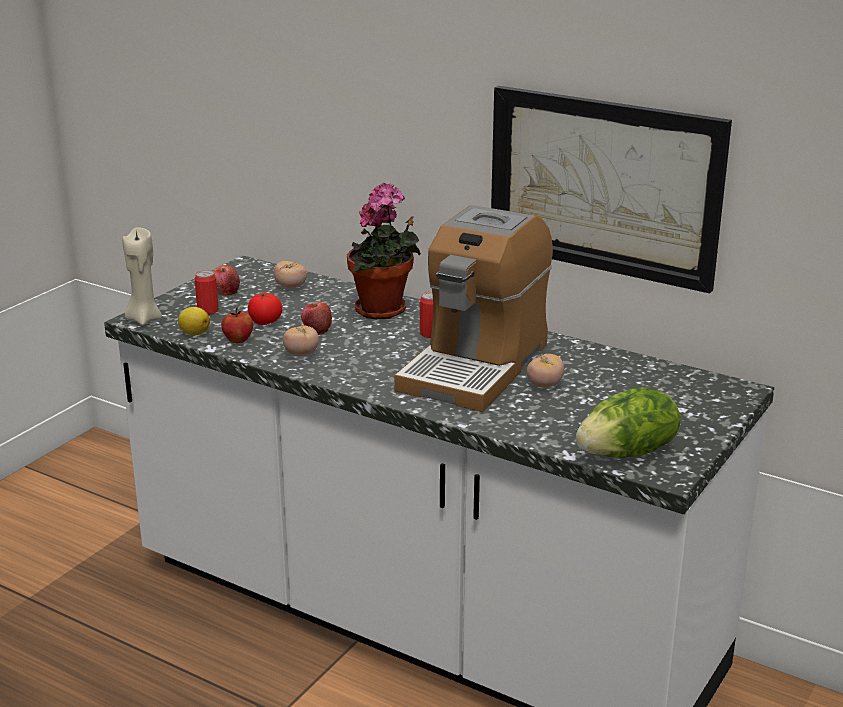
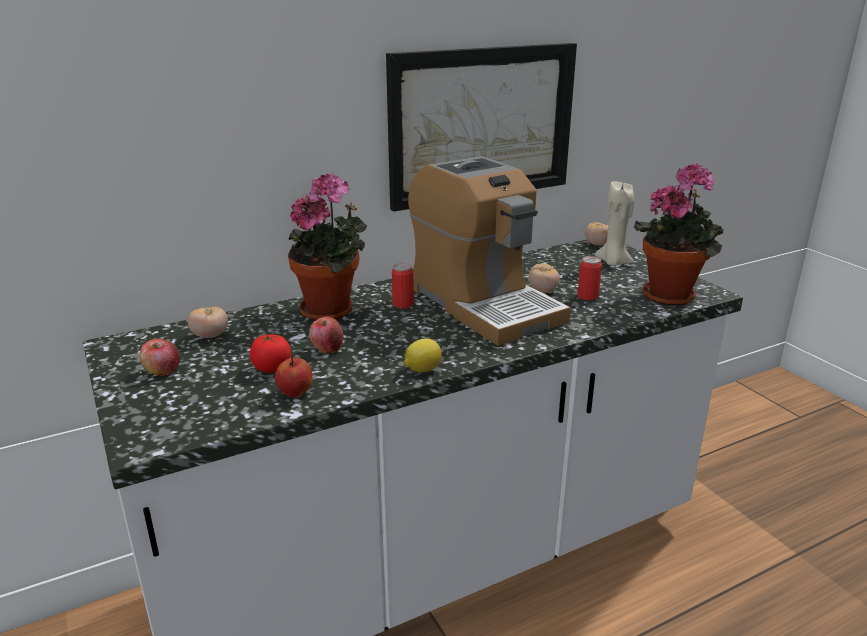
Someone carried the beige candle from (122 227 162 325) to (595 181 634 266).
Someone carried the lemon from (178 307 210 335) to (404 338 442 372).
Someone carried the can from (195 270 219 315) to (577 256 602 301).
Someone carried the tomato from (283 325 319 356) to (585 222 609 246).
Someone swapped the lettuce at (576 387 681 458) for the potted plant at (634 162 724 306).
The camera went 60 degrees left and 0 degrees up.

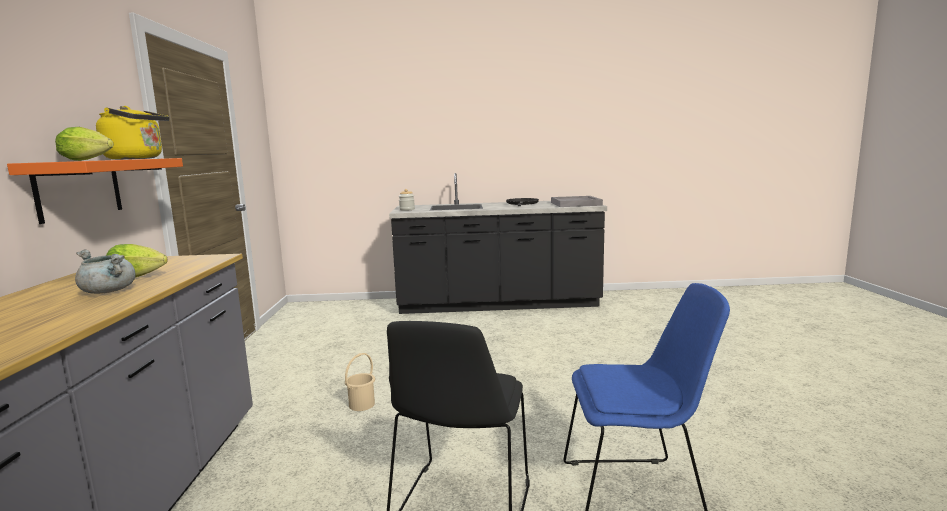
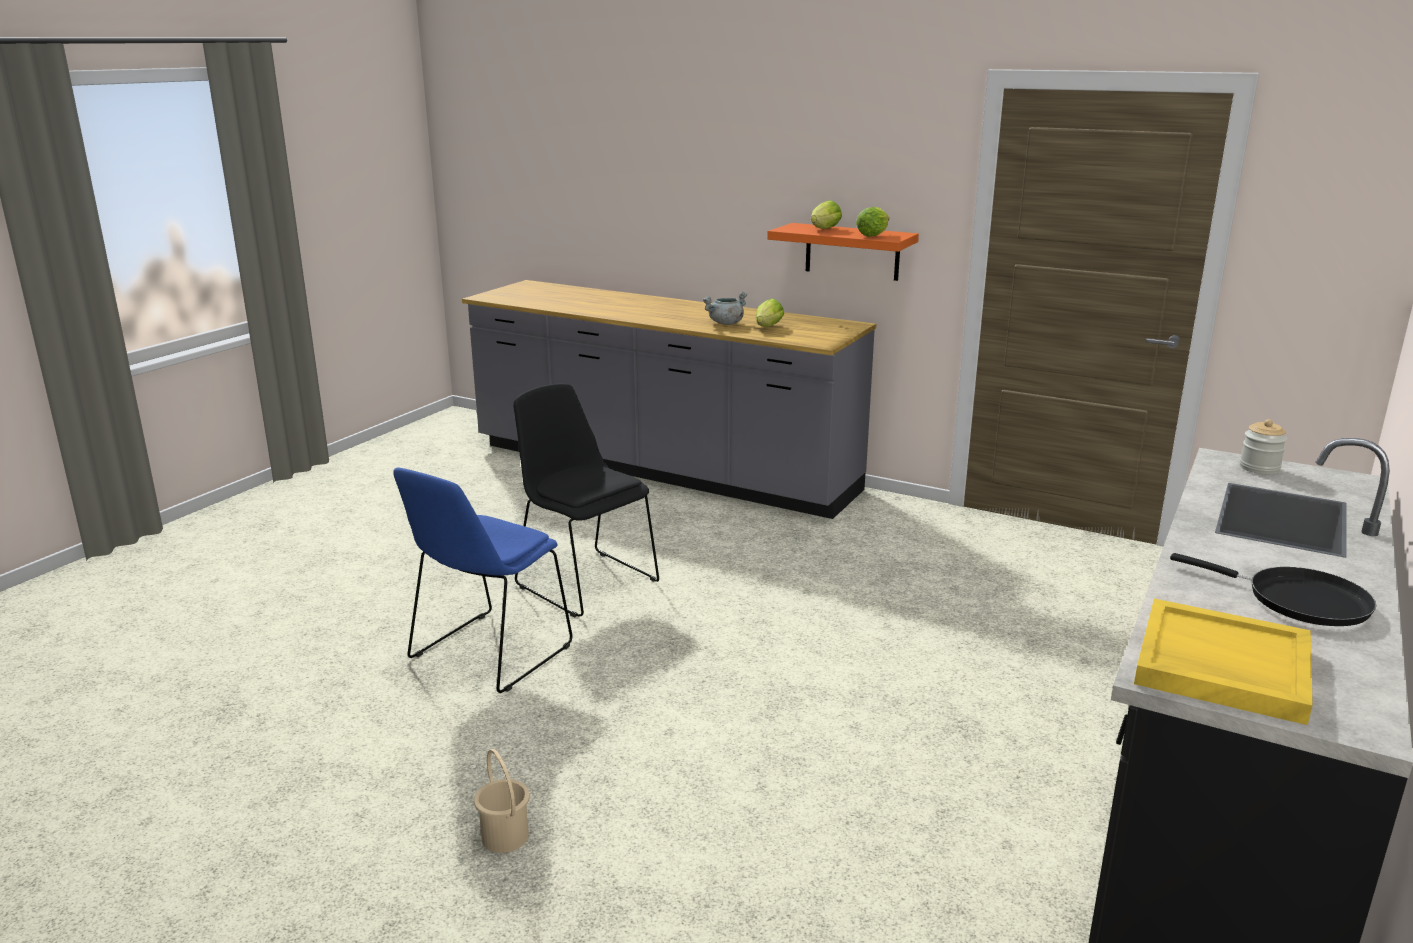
Someone carried the beige bucket from (345 353 375 411) to (474 749 530 853).
Someone swapped the yellow kettle at (96 106 169 159) for the lettuce at (856 207 889 237).
Someone repainted the grey tray at (551 196 603 207), which became the yellow tray at (1134 599 1313 725).
The camera went 120 degrees right and 10 degrees up.

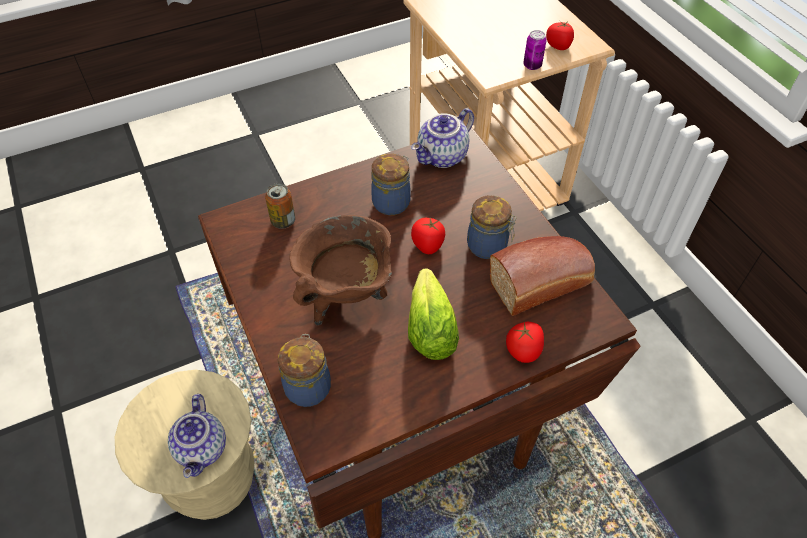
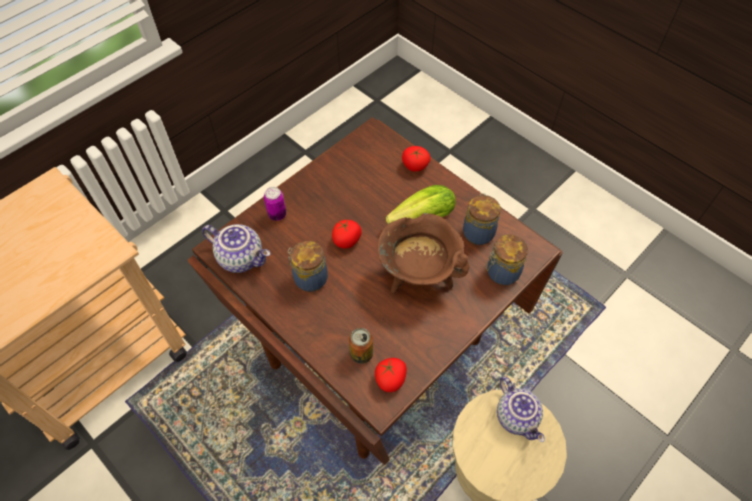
Someone took away the bread at (490 236 595 316).
Someone carried the jar from (467 195 516 259) to (463 193 501 245).
Someone carried the can from (523 30 547 70) to (264 187 286 221).
Someone carried the tomato from (546 21 574 50) to (375 358 407 392).
Someone rotated the teapot at (168 394 226 478) by 90 degrees clockwise.
The camera went 110 degrees left and 5 degrees up.

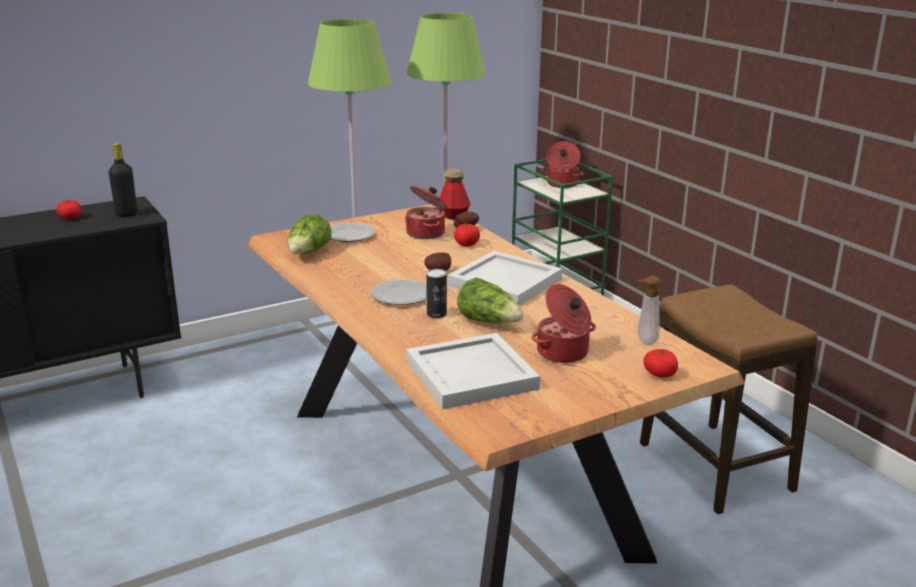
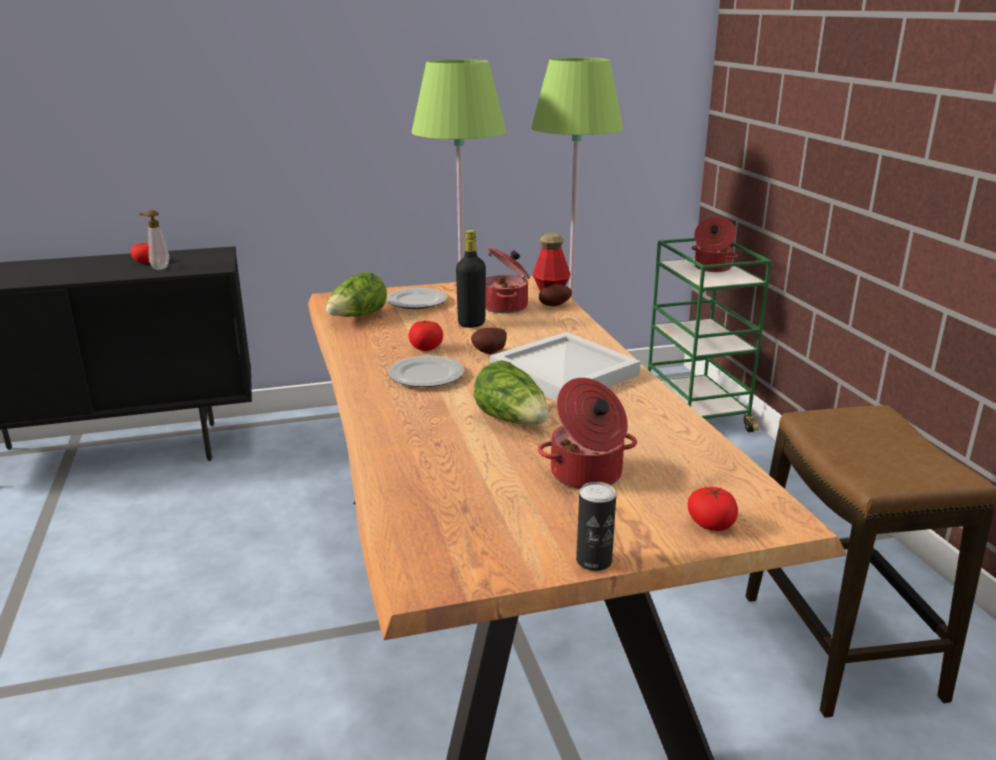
Someone took away the white tray at (406 333 540 409).
Someone carried the black bottle from (109 143 137 217) to (456 230 486 328).
Someone carried the can from (426 269 447 318) to (576 482 616 571).
Someone carried the tomato from (454 224 480 247) to (409 320 443 351).
Someone carried the soap dispenser from (637 276 661 345) to (139 210 169 270).
The camera went 15 degrees right and 0 degrees up.

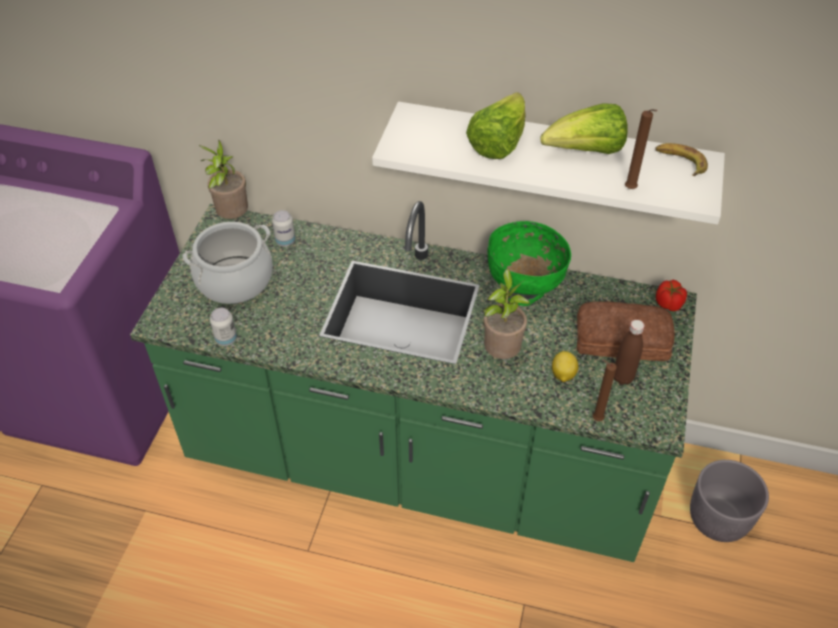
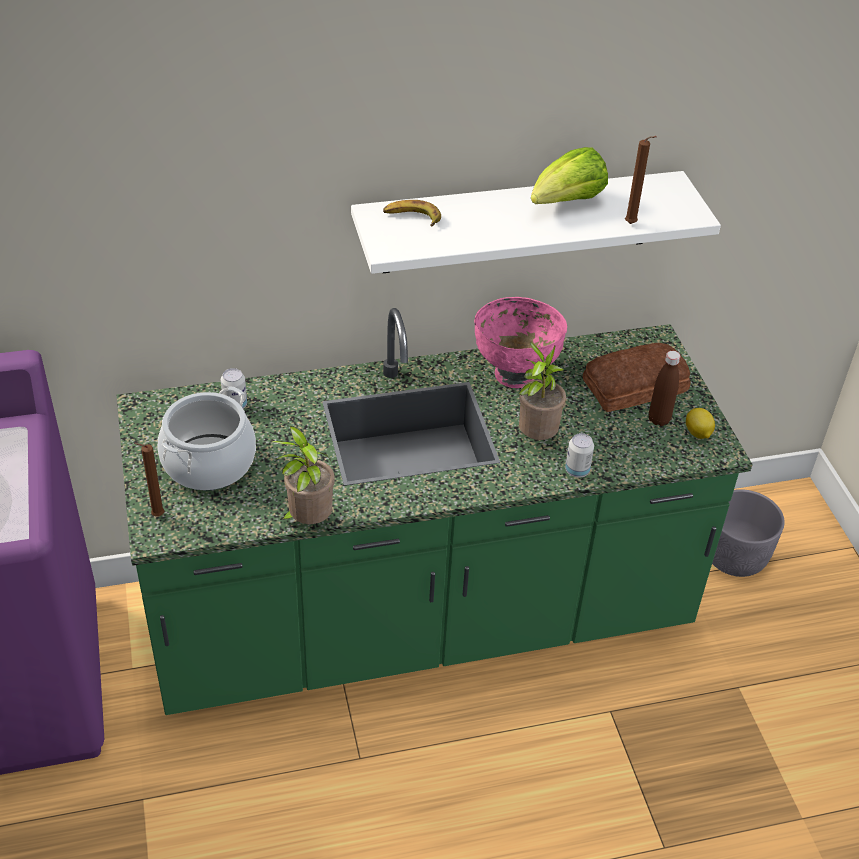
Someone took away the lettuce at (466 92 526 159).
Someone took away the tomato at (656 280 687 311).
Someone carried the potted plant from (199 140 248 219) to (272 426 335 524).
Someone carried the can from (210 308 237 346) to (565 433 594 478).
Someone carried the lemon from (552 351 578 382) to (686 408 715 439).
Someone carried the brown candle from (593 359 617 421) to (134 443 164 517).
Someone carried the banana from (655 143 708 176) to (383 200 441 226).
Someone repainted the green bowl at (487 221 571 306), which became the pink bowl at (474 297 567 388).
The camera went 30 degrees left and 5 degrees down.

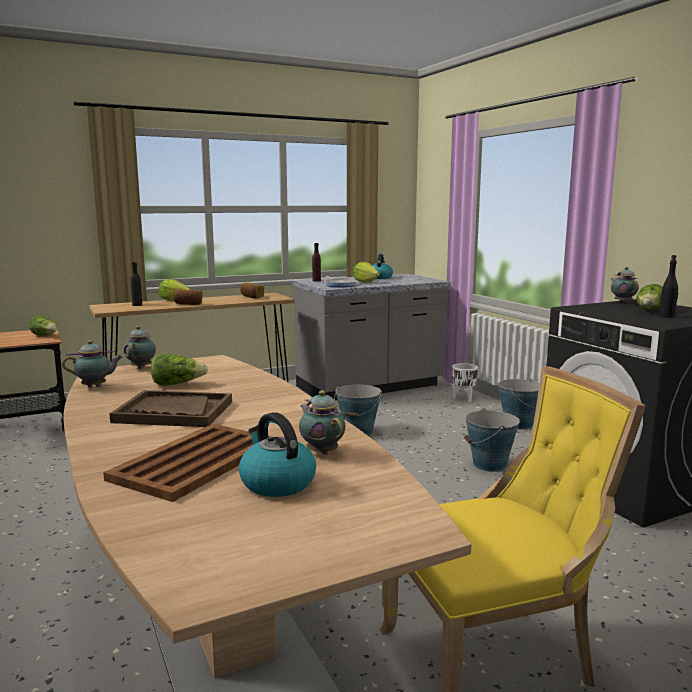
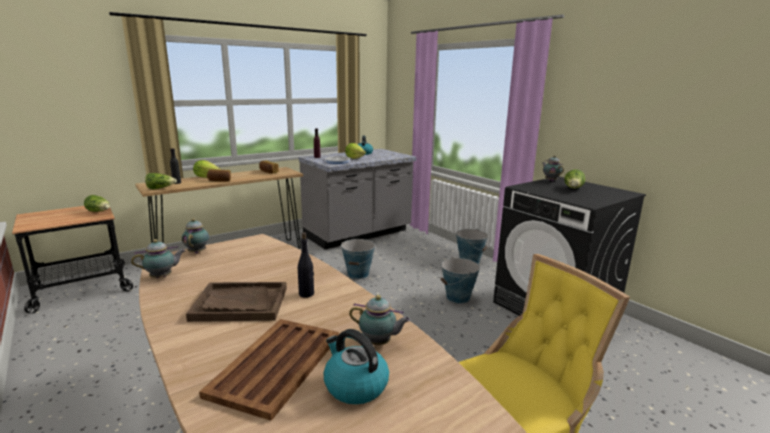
Someone took away the white planter at (452 363 478 402).
Someone carried the lettuce from (151 354 208 386) to (145 173 177 189).
Someone carried the black bottle from (659 255 678 318) to (298 232 314 297).
Someone rotated the teapot at (299 390 346 455) by 150 degrees clockwise.
The camera went 10 degrees left and 5 degrees up.

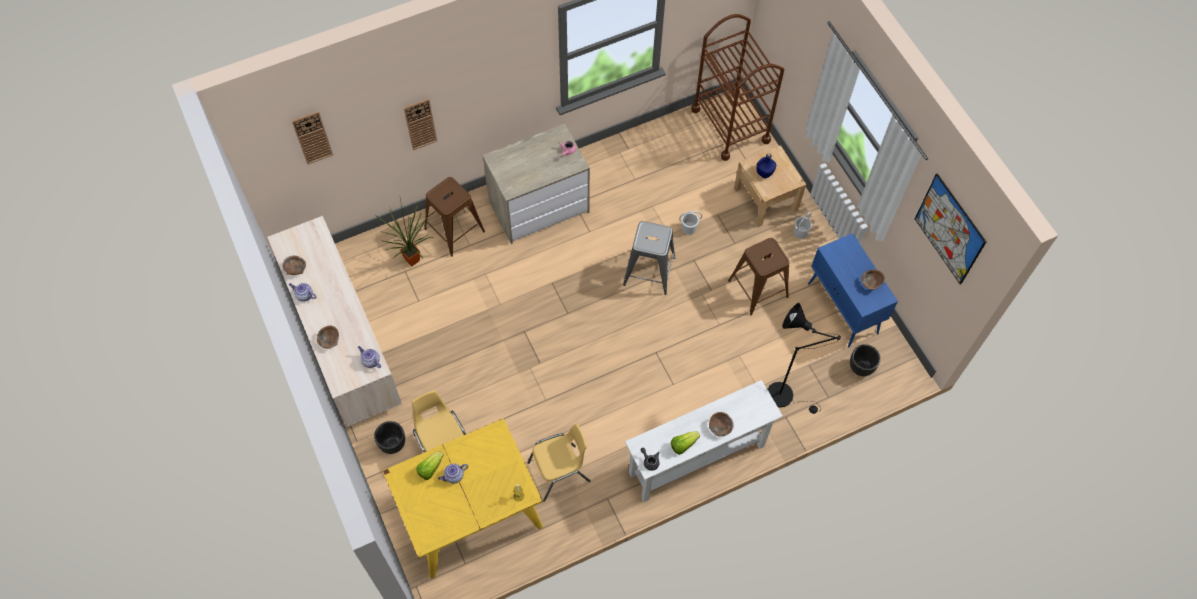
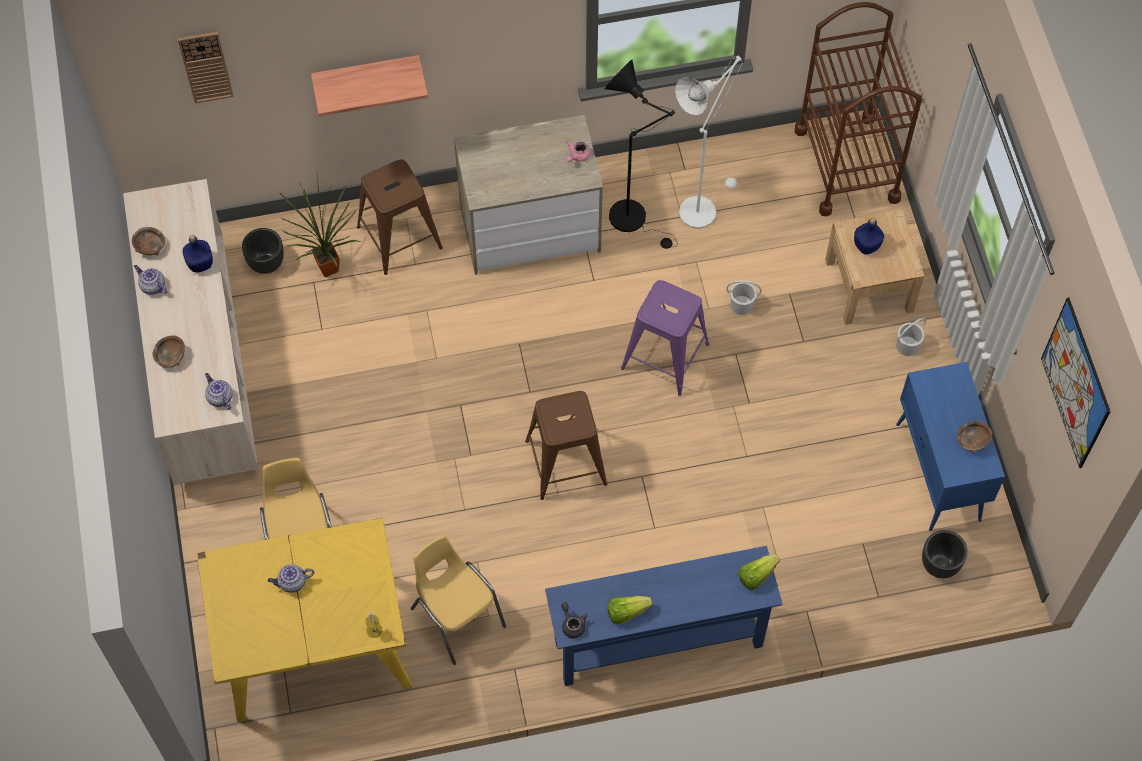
Someone took away the brown bowl at (709 412 734 437).
Someone put down the blue bottle at (182 235 213 272).
Someone put down the white floor lamp at (675 56 743 229).
Someone carried the black planter from (374 421 405 454) to (242 228 284 274).
Someone carried the lettuce from (416 451 444 480) to (739 554 780 590).
Someone carried the brown stool from (728 238 790 315) to (525 391 607 500).
Someone carried the black floor lamp from (767 303 841 414) to (605 60 678 249).
Someone swapped the wall clock at (403 98 437 150) for the shelf at (311 55 428 116).
Someone repainted the grey stool at (623 221 675 295), which became the purple stool at (621 280 709 396).
Someone repainted the white console table at (625 380 783 502), which became the blue console table at (545 546 782 686).
Someone rotated the yellow chair at (527 424 591 502) by 120 degrees counterclockwise.
The camera went 15 degrees right and 0 degrees up.

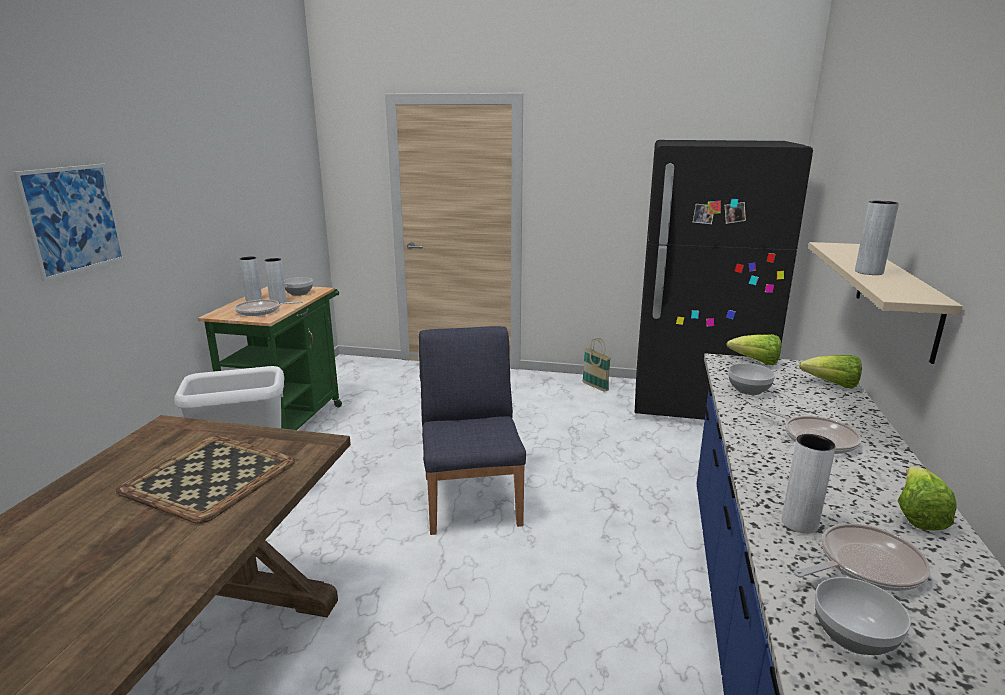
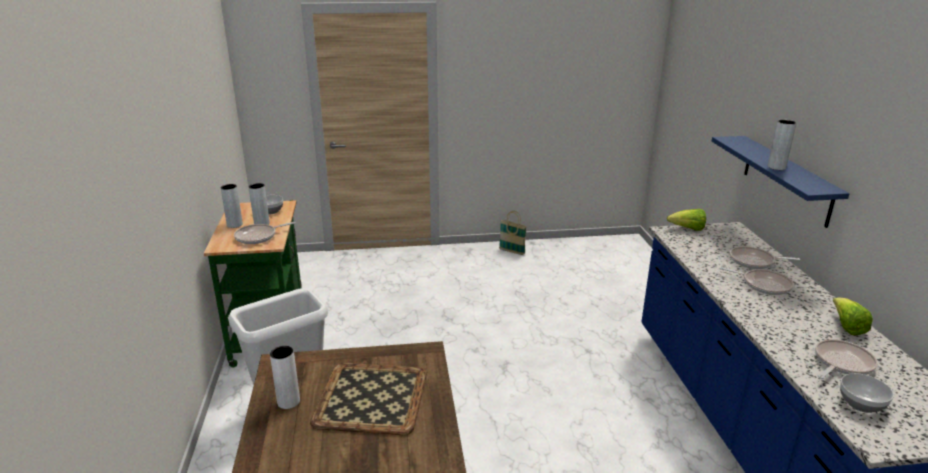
Someone took away the picture at (13 164 125 282).
Someone took away the blue chair at (419 326 526 535).
Someone took away the black fridge at (635 140 813 420).
Someone took away the bowl at (728 363 775 395).
Someone took away the lettuce at (799 355 862 388).
Someone put down the frying pan at (730 246 800 269).
Someone carried the white vase from (782 434 836 534) to (270 346 300 409).
Someone repainted the beige shelf at (809 242 963 364), which became the blue shelf at (712 136 850 228).
The camera went 20 degrees left and 5 degrees up.

